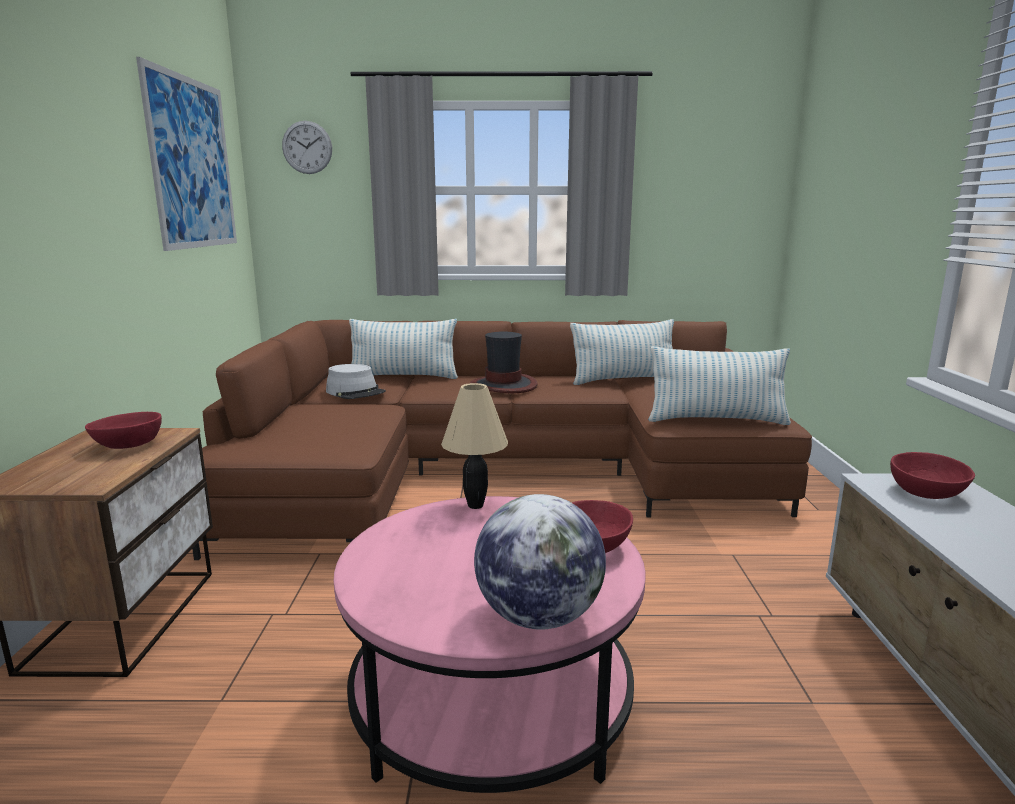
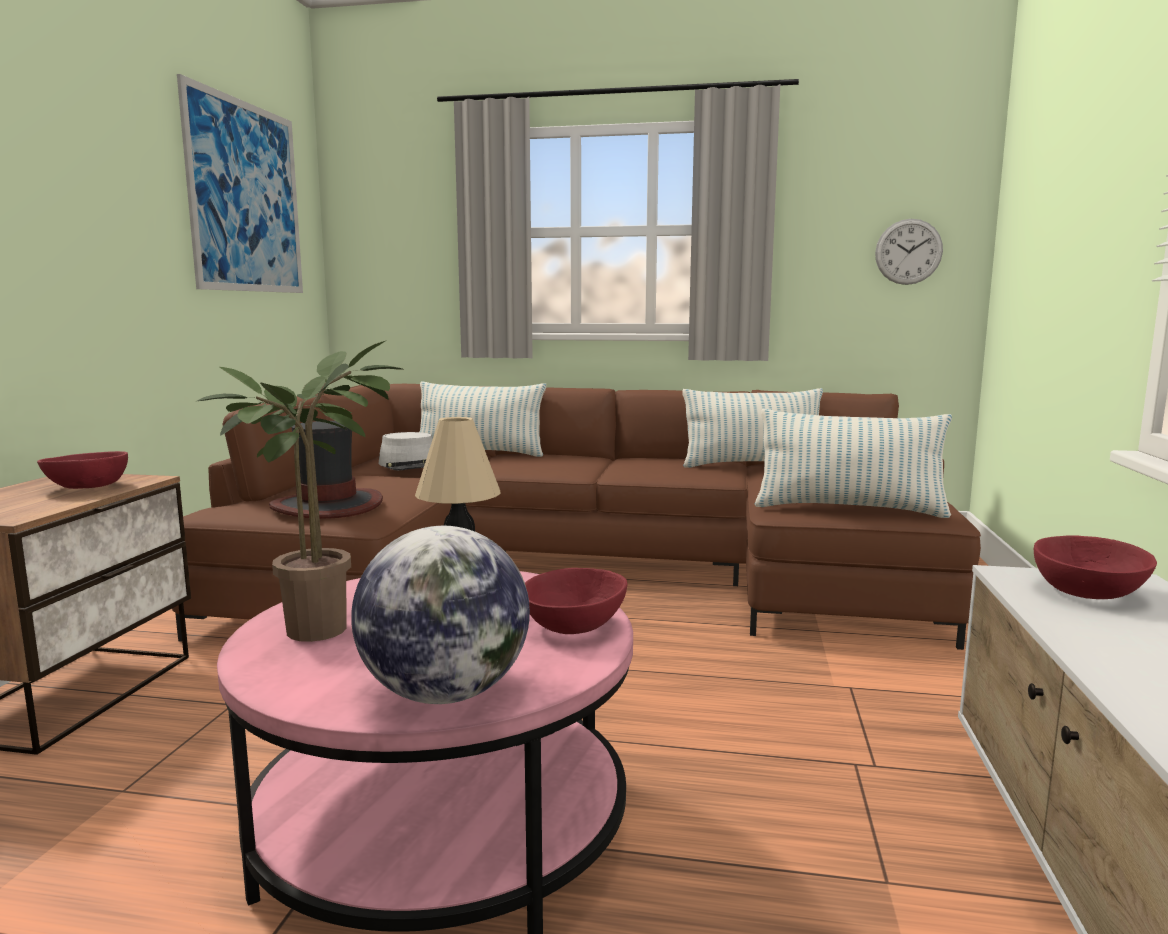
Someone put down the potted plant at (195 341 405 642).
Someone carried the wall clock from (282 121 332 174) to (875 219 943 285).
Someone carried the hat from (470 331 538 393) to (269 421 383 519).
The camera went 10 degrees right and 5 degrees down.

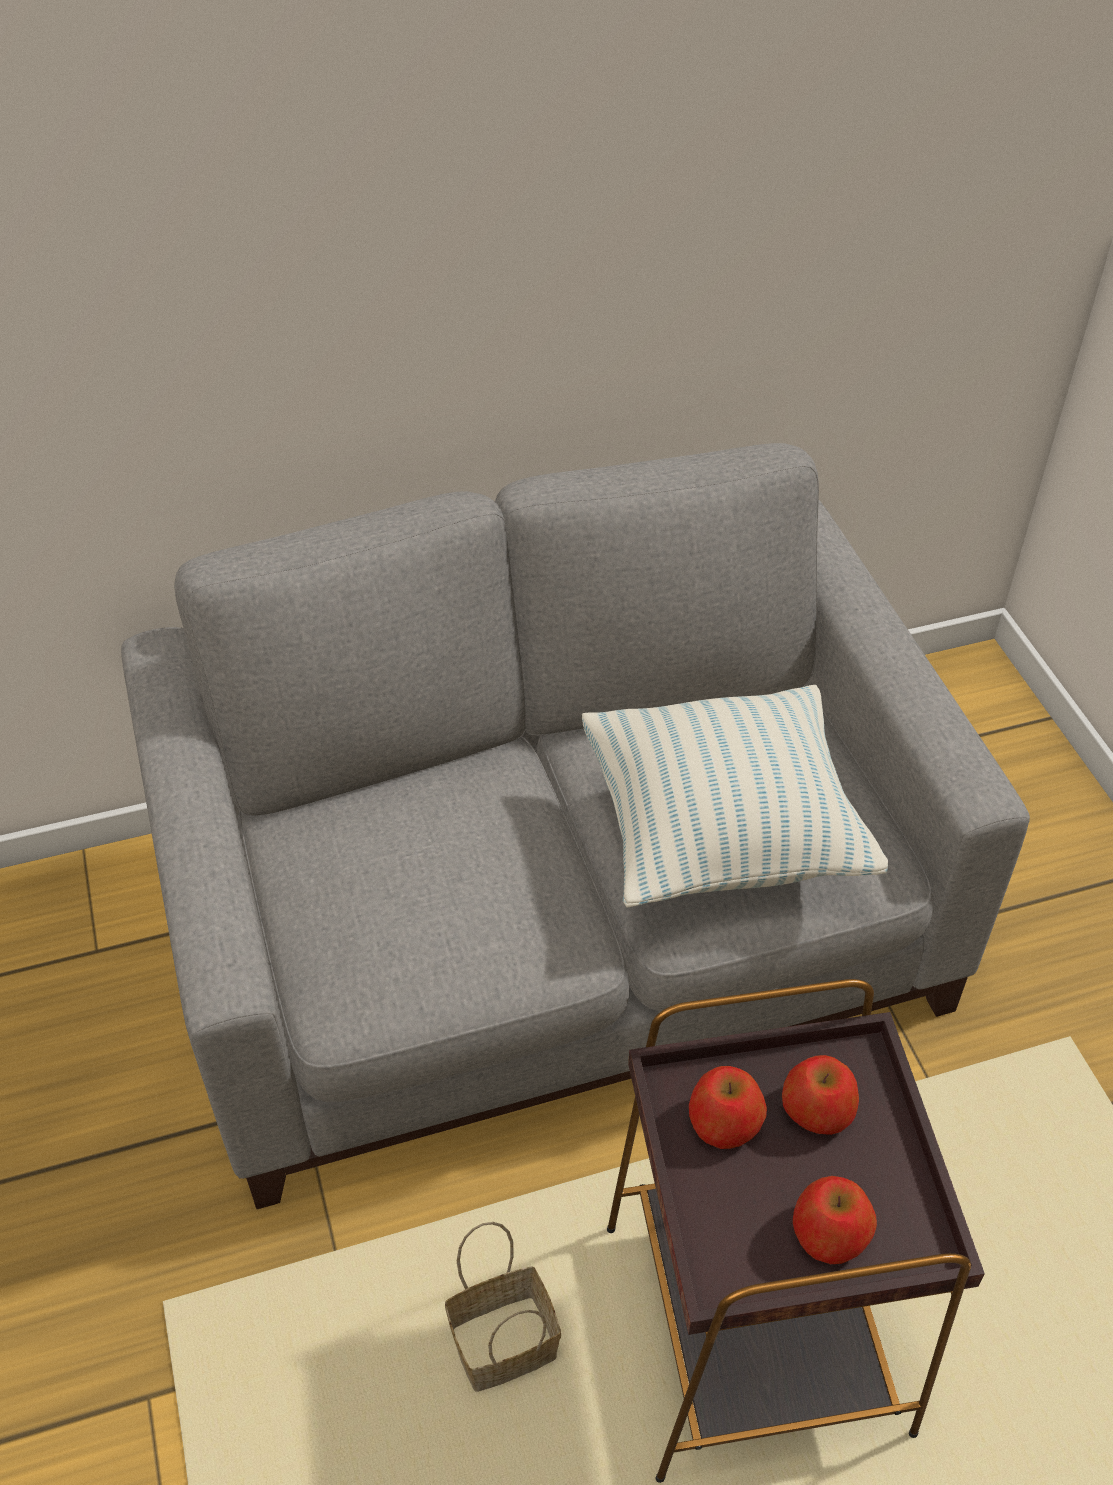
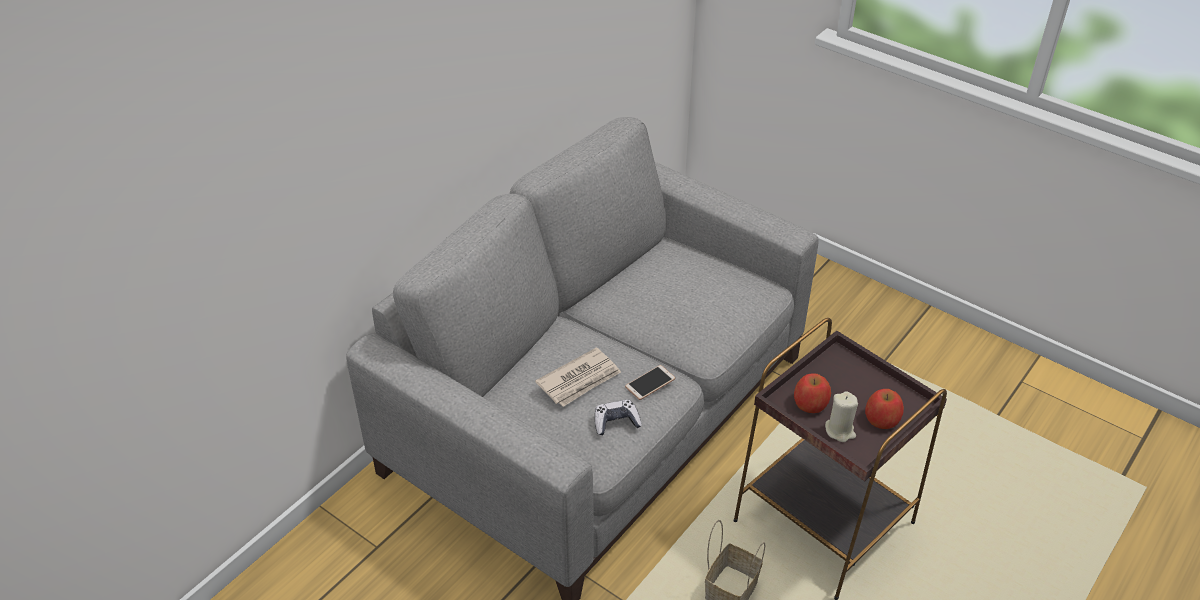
Someone took away the pillow at (582 685 888 907).
Someone took away the apple at (782 1055 859 1135).
Someone put down the newspaper at (535 347 621 407).
Someone put down the game controller at (595 400 642 435).
Someone put down the phone at (625 365 675 400).
Someone put down the beige candle at (825 391 858 442).
The camera went 35 degrees left and 5 degrees down.

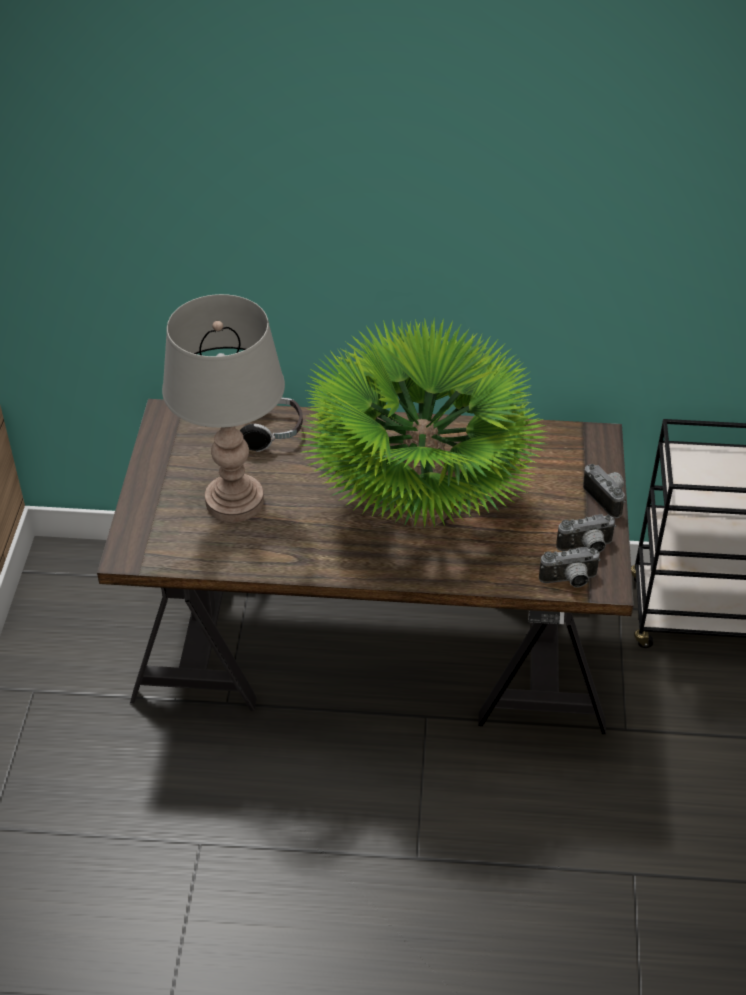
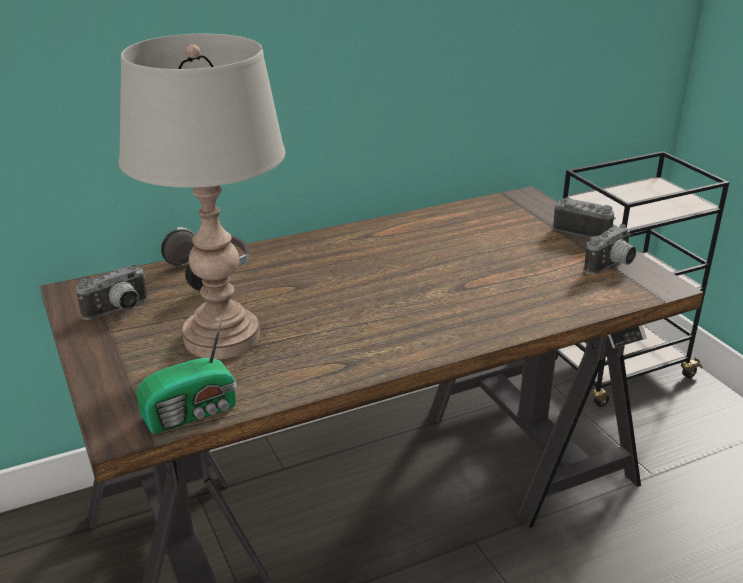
Someone took away the potted plant at (300 318 548 528).
Someone put down the radio at (136 314 237 434).
Someone carried the photo camera from (539 547 601 588) to (76 264 147 320).
The camera went 30 degrees left and 15 degrees down.

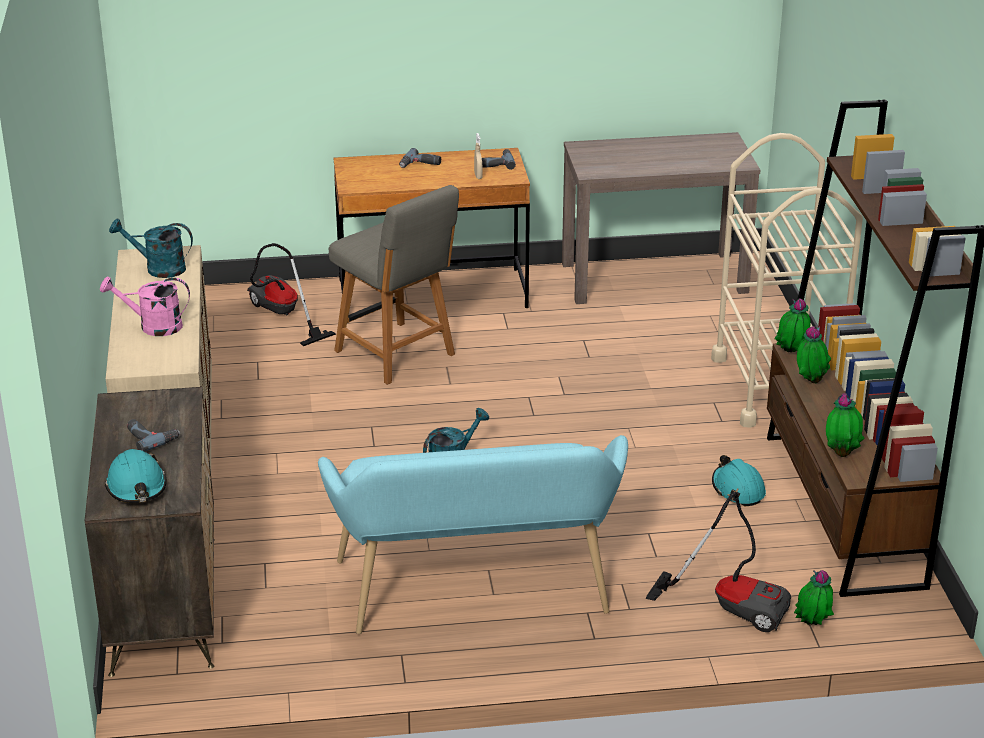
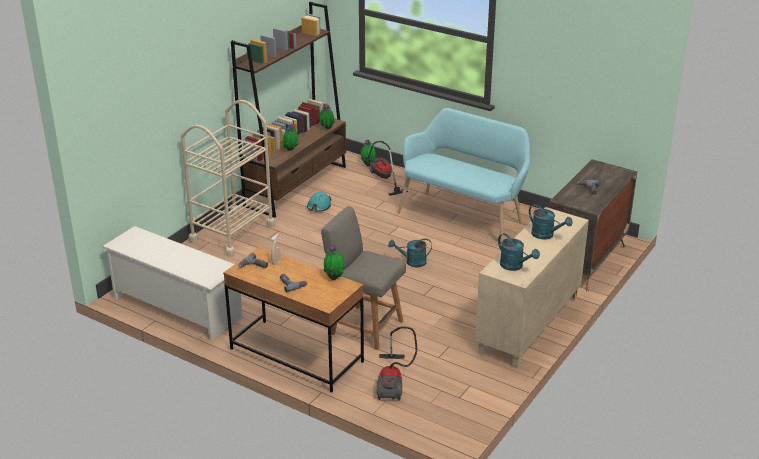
Someone took away the turquoise hard hat at (105 449 167 503).
Someone carried the potted plant from (775 298 811 352) to (323 245 346 280).
Someone swapped the brown console table at (562 132 760 304) for the white shoe rack at (102 226 243 341).
Someone repainted the pink watering can at (100 276 190 336), which became the turquoise watering can at (529 204 573 239).
Someone rotated the grey chair at (329 185 459 385) by 60 degrees counterclockwise.
The camera went 140 degrees left and 0 degrees up.

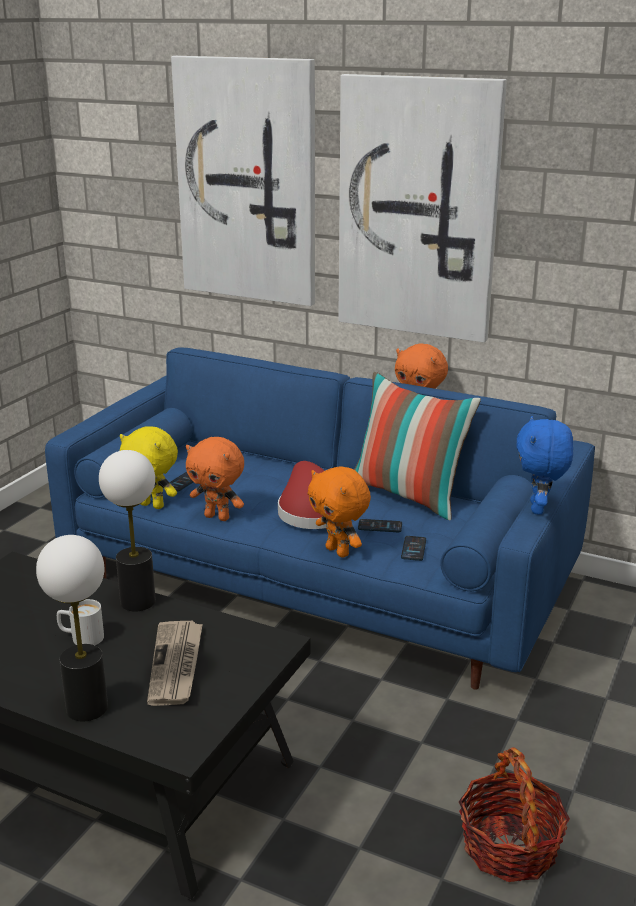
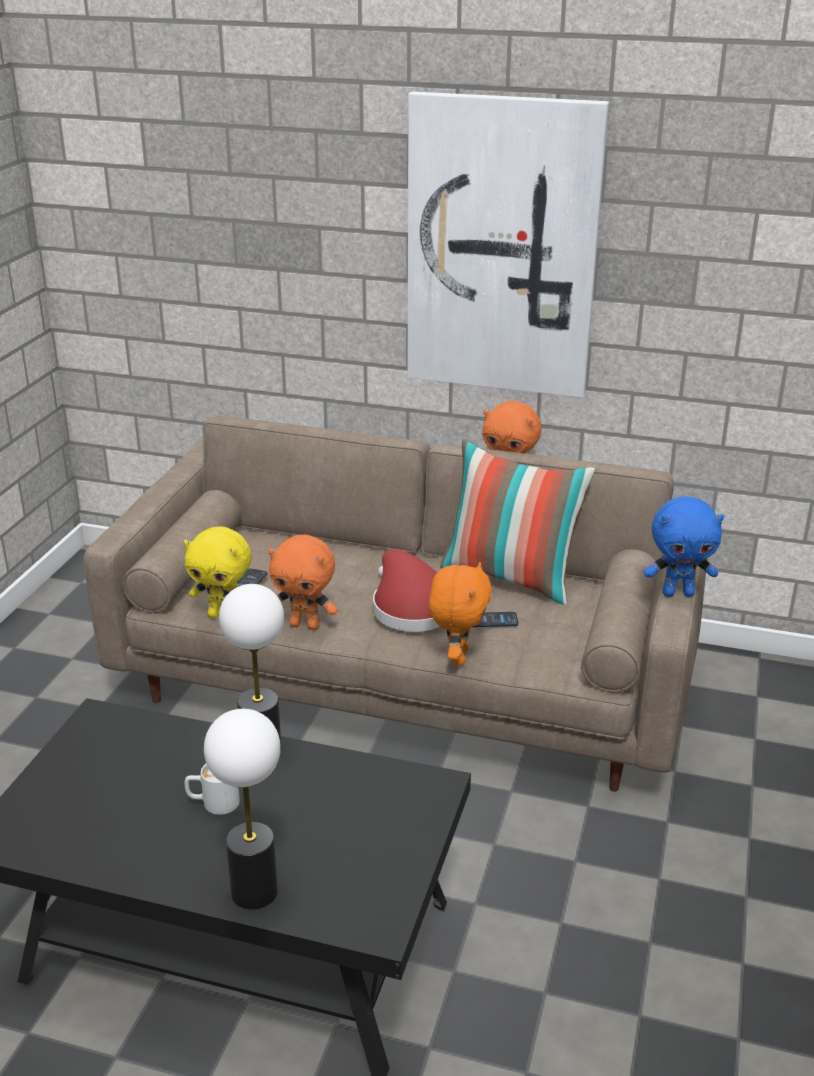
Someone took away the newspaper at (147 621 203 706).
Someone took away the picture at (171 56 315 306).
Someone took away the phone at (401 536 426 561).
Someone took away the basket at (459 747 570 882).
Someone repainted the blue sofa at (45 347 595 690), which became the beige sofa at (84 416 707 792).
Someone rotated the orange plush toy at (307 466 371 558) by 120 degrees counterclockwise.
Someone rotated the blue plush toy at (516 416 573 515) by 90 degrees counterclockwise.
The camera went 10 degrees left and 5 degrees up.

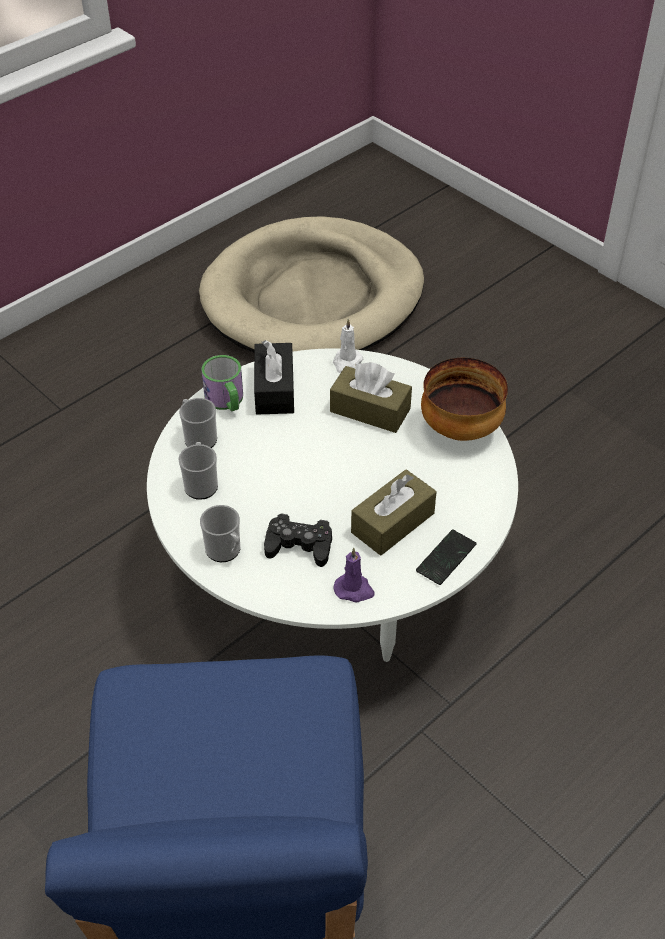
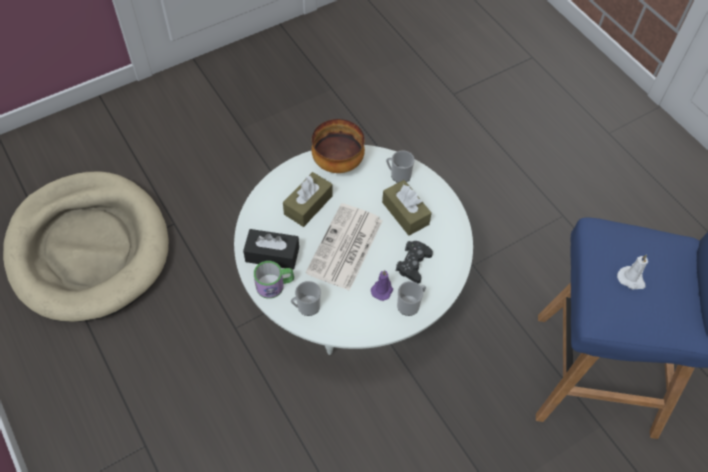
Someone took away the phone at (416 530 476 585).
Someone put down the newspaper at (306 203 383 291).
Someone carried the mug from (179 442 218 500) to (386 151 415 183).
Someone carried the white candle from (333 319 363 373) to (617 254 648 289).
Someone carried the purple candle from (334 548 375 602) to (371 270 393 301).
The camera went 80 degrees left and 10 degrees up.

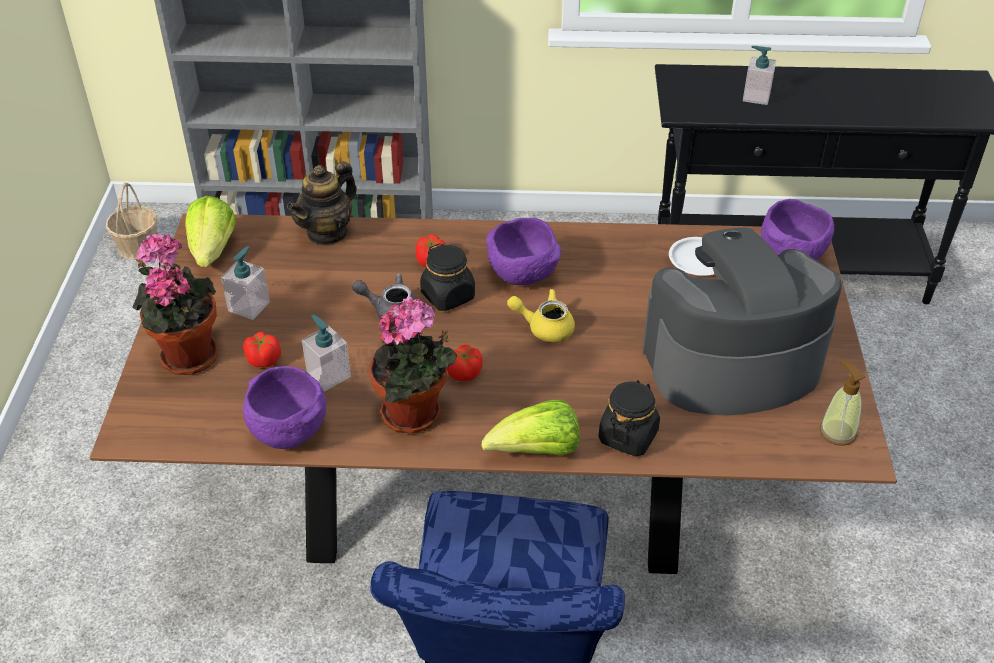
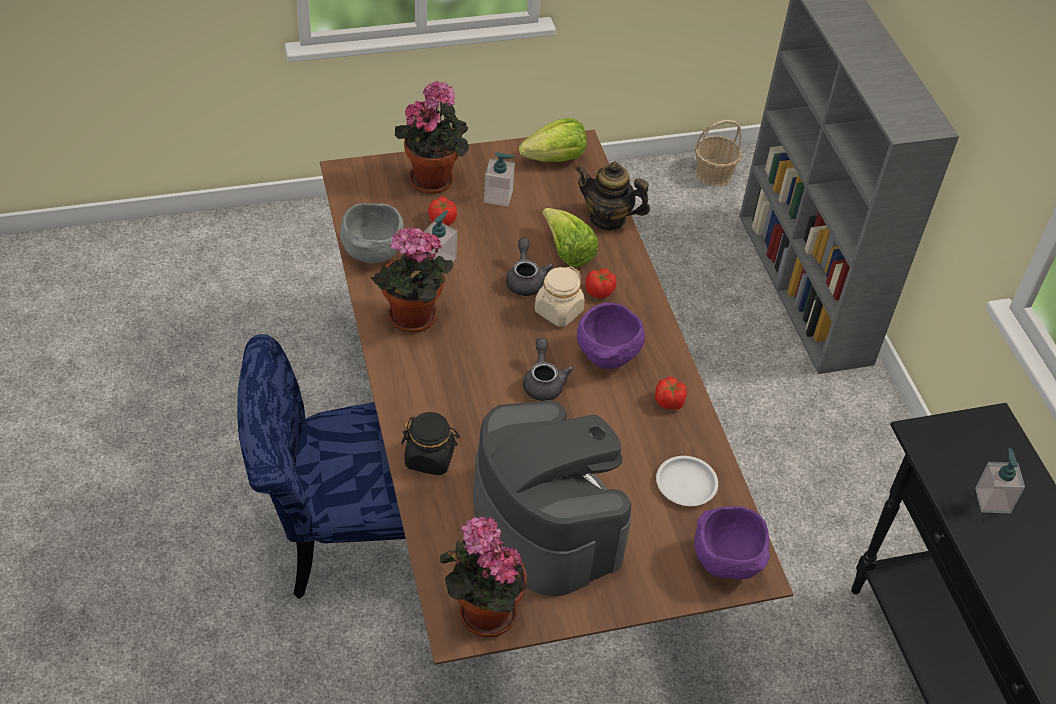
Someone carried the tomato from (447 345 483 381) to (655 377 687 410).
Someone carried the lettuce from (482 399 580 456) to (542 208 598 268).
Someone swapped the soap dispenser at (820 361 865 446) for the potted plant at (440 517 527 637).
Someone repainted the purple bowl at (243 366 326 449), which became the grey bowl at (340 203 404 263).
Someone repainted the black jar at (420 243 475 311), which became the beige jar at (535 266 585 327).
Someone repainted the yellow teapot at (507 289 575 342), which became the grey teapot at (523 338 574 401).
The camera went 70 degrees right and 5 degrees up.

